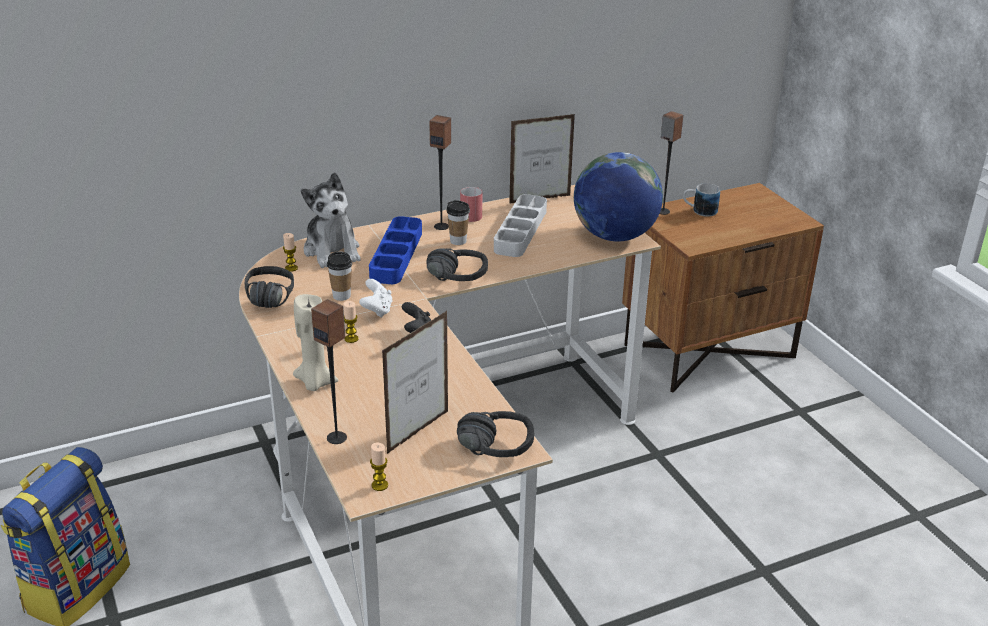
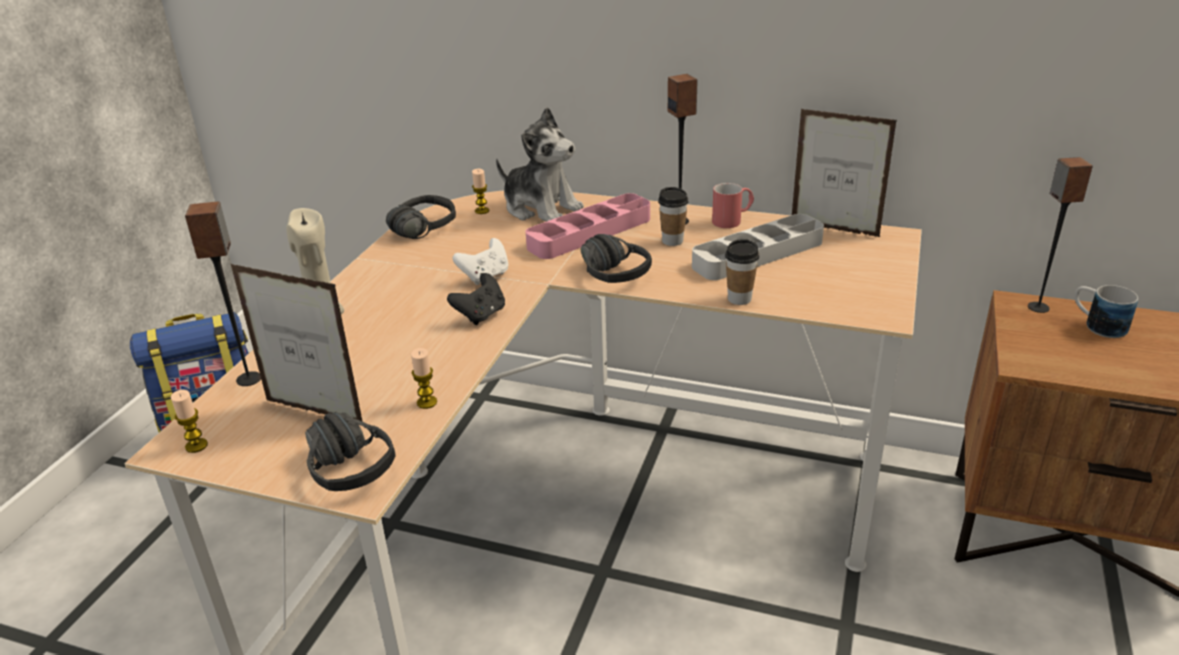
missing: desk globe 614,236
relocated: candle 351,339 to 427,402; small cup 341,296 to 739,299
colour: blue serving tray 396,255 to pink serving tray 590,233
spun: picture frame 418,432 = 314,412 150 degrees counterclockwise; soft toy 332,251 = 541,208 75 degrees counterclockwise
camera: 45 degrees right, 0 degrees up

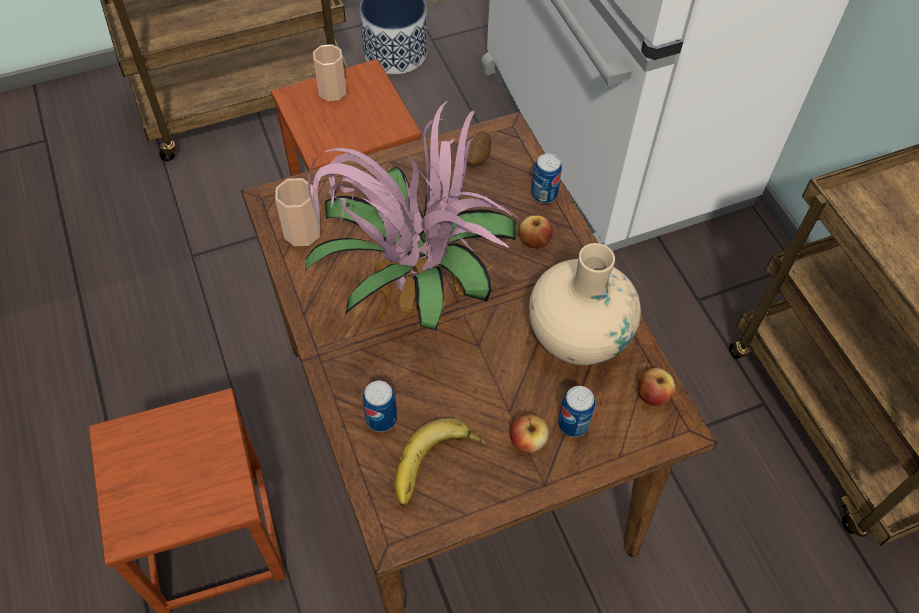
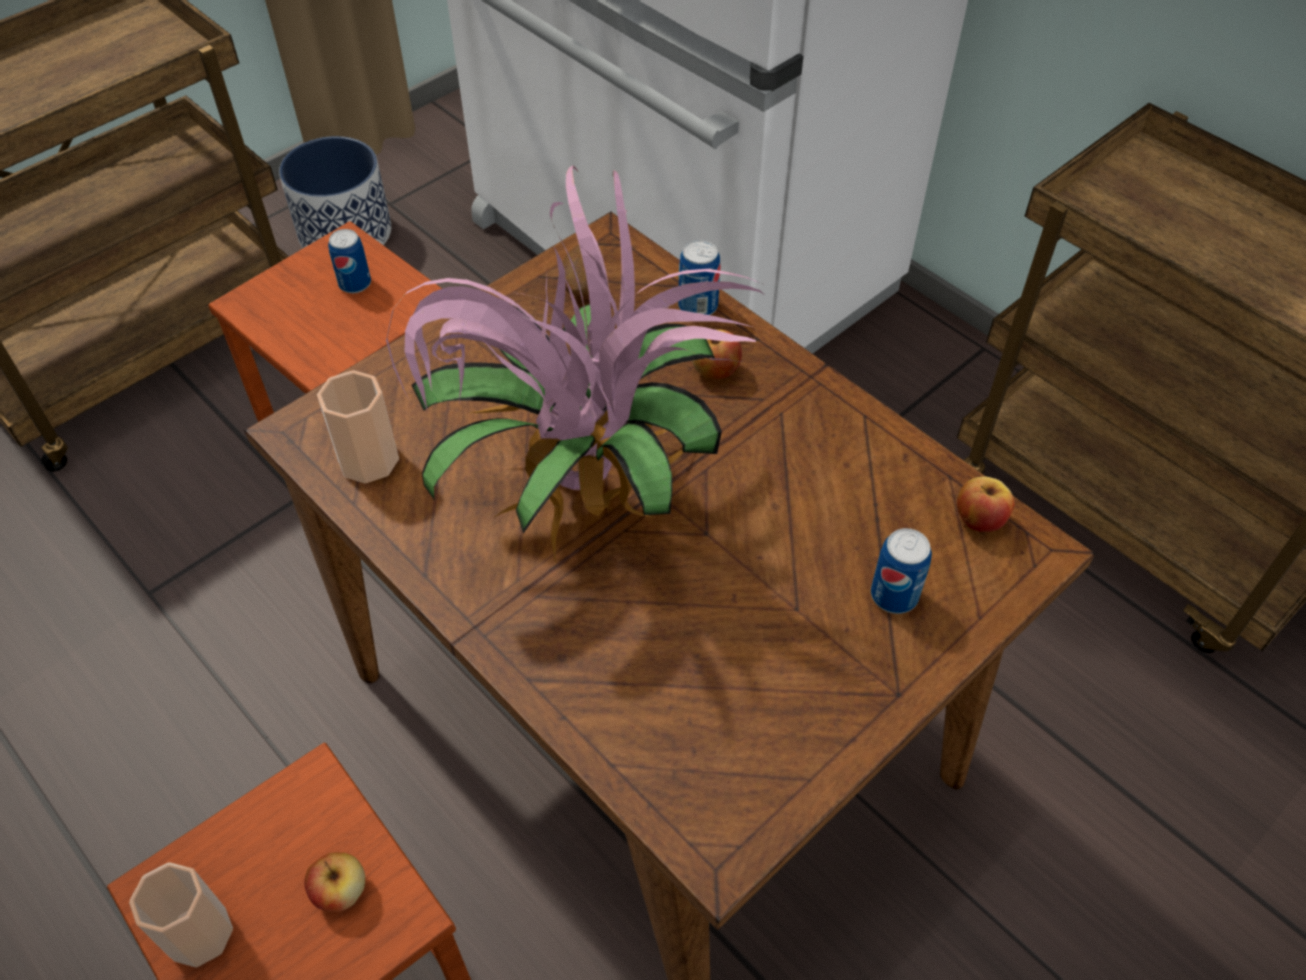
missing: whole banana 437,468; beige-coloured decorative vase 578,335
relocated: small cup 332,91 to 199,934; apple fruit 527,440 to 340,891; sealed can 381,419 to 355,284
camera: 20 degrees left, 5 degrees down

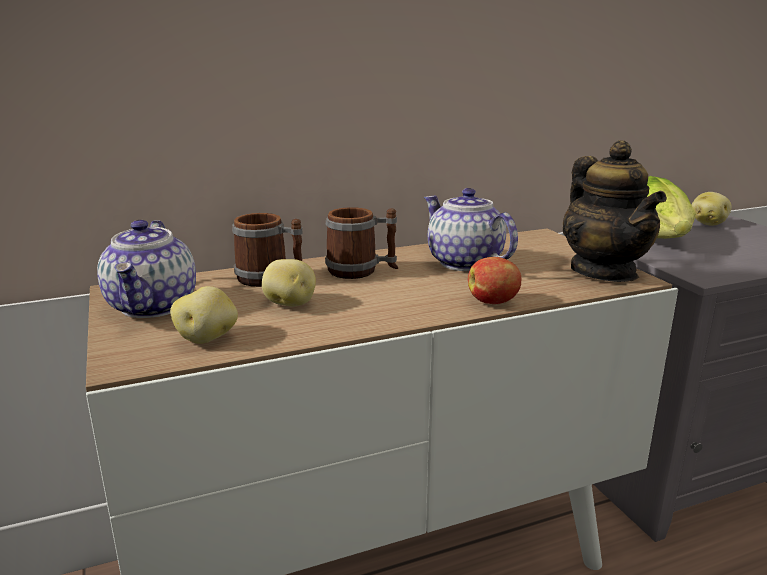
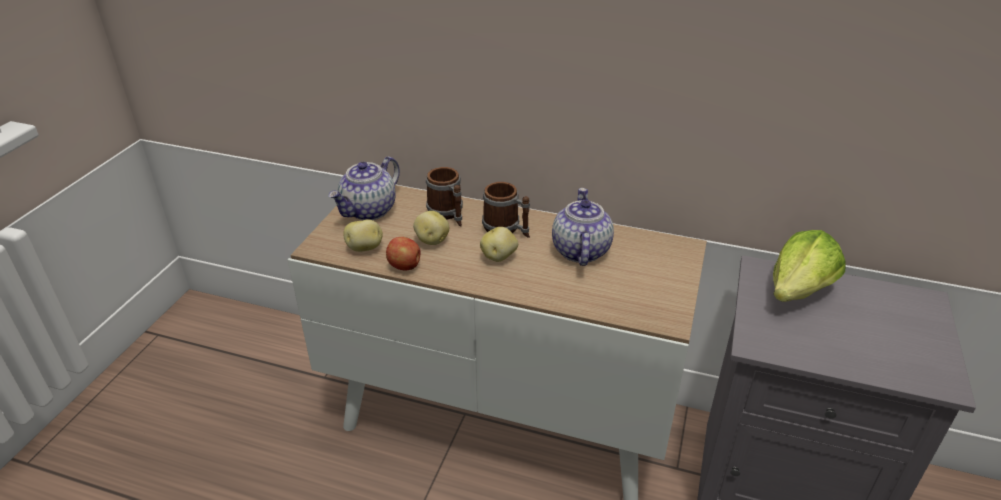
missing: tea pot 604,272
relocated: apple fruit 493,302 to 405,266; whole potato 708,223 to 499,256
camera: 40 degrees right, 15 degrees up

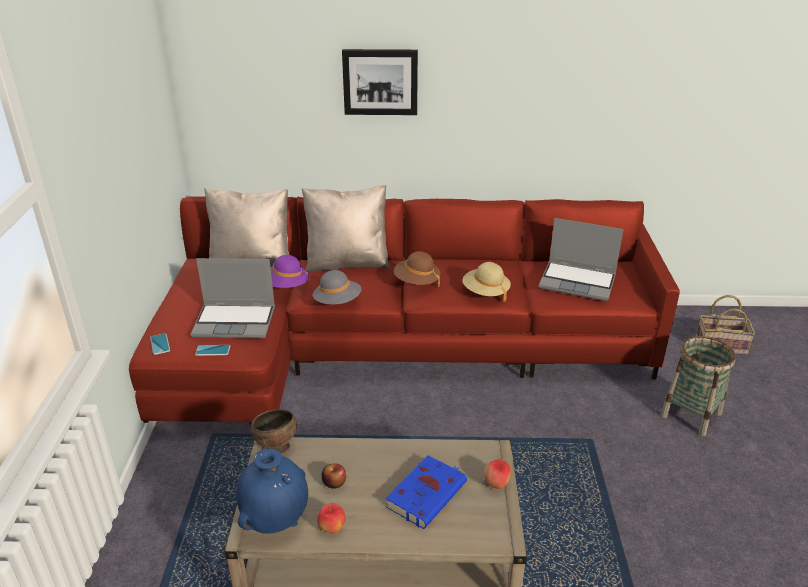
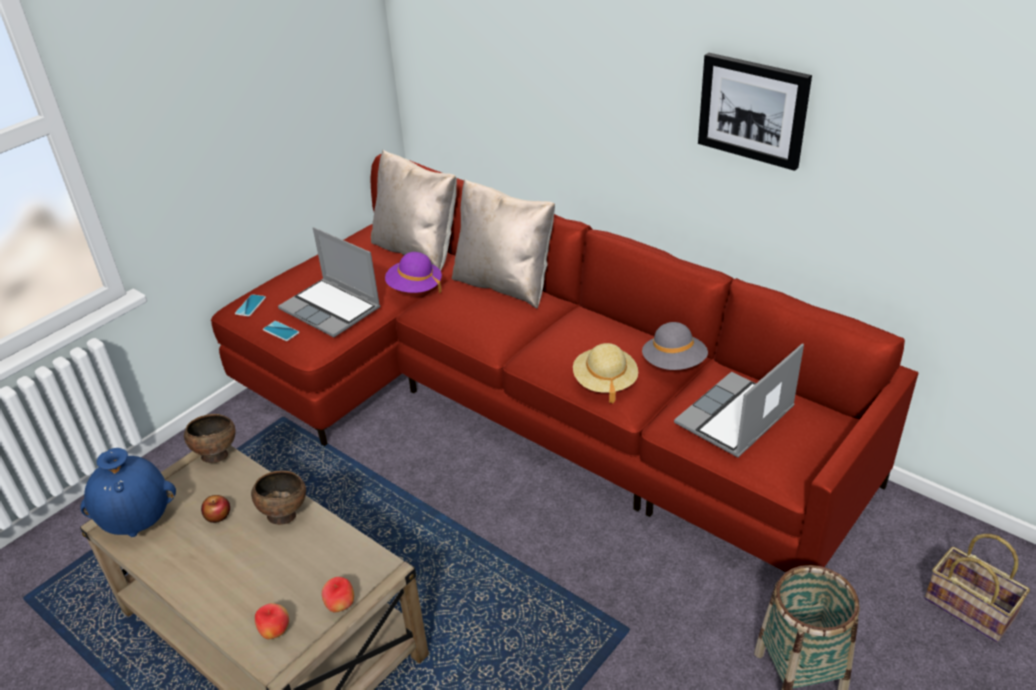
missing: blue book 427,493; brown wearable hat 416,282
appeared: brown bowl 284,515
relocated: apple fruit 332,528 to 275,632; gray wearable hat 337,302 to 674,364; wall art 380,82 to 753,110
spun: laptop 578,282 = 735,418 75 degrees clockwise
camera: 40 degrees right, 5 degrees up

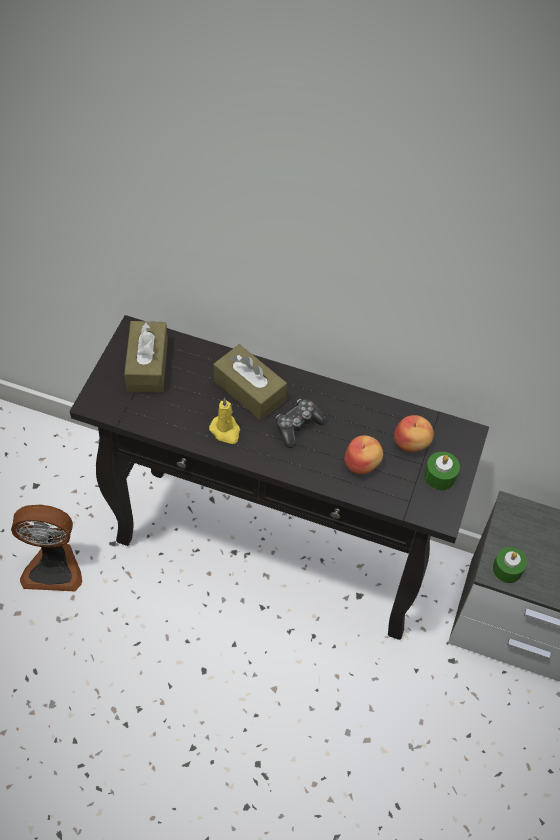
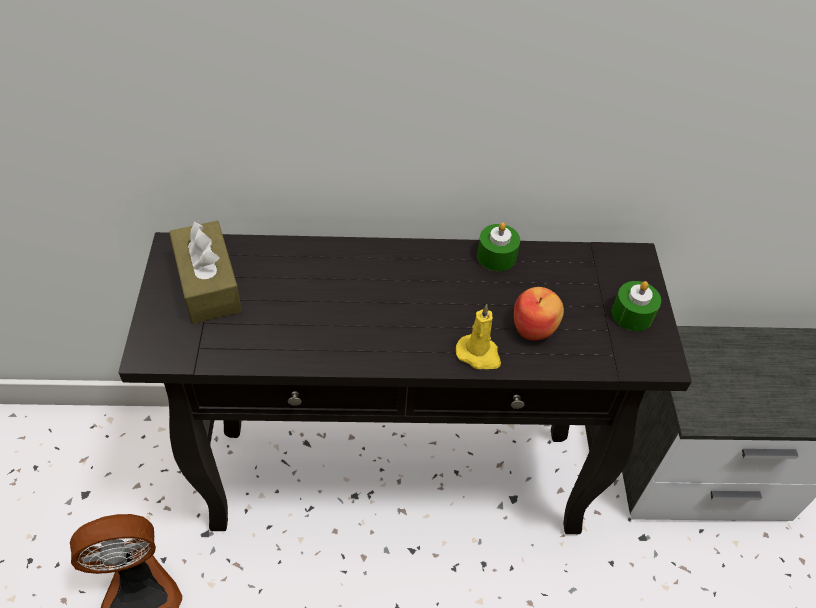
missing: brown tissue holder 249,390; joypad 298,426; apple fruit 411,444
relocated: yellow candle 226,431 to 479,354; greenish candle 507,569 to 496,256
camera: 20 degrees left, 5 degrees down

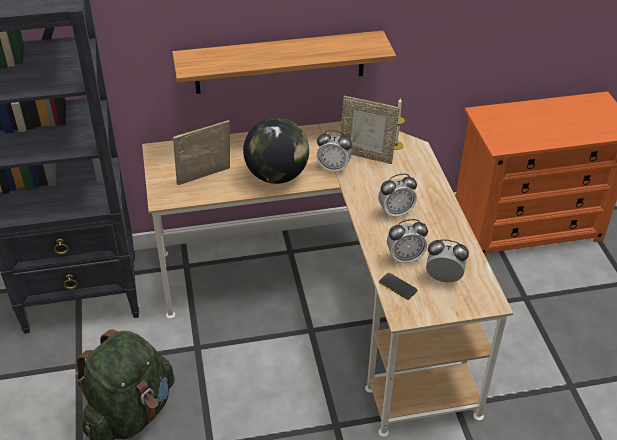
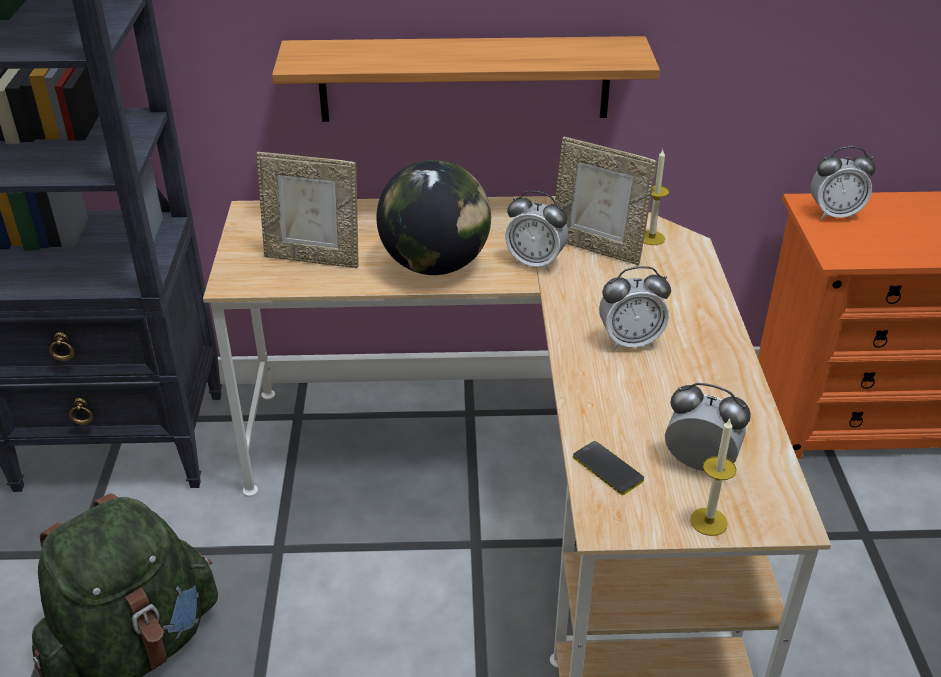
appeared: candle 708,521
relocated: bedside clock 405,258 to 834,214
spun: picture frame 205,178 = 313,258 150 degrees counterclockwise
camera: 10 degrees right, 5 degrees down

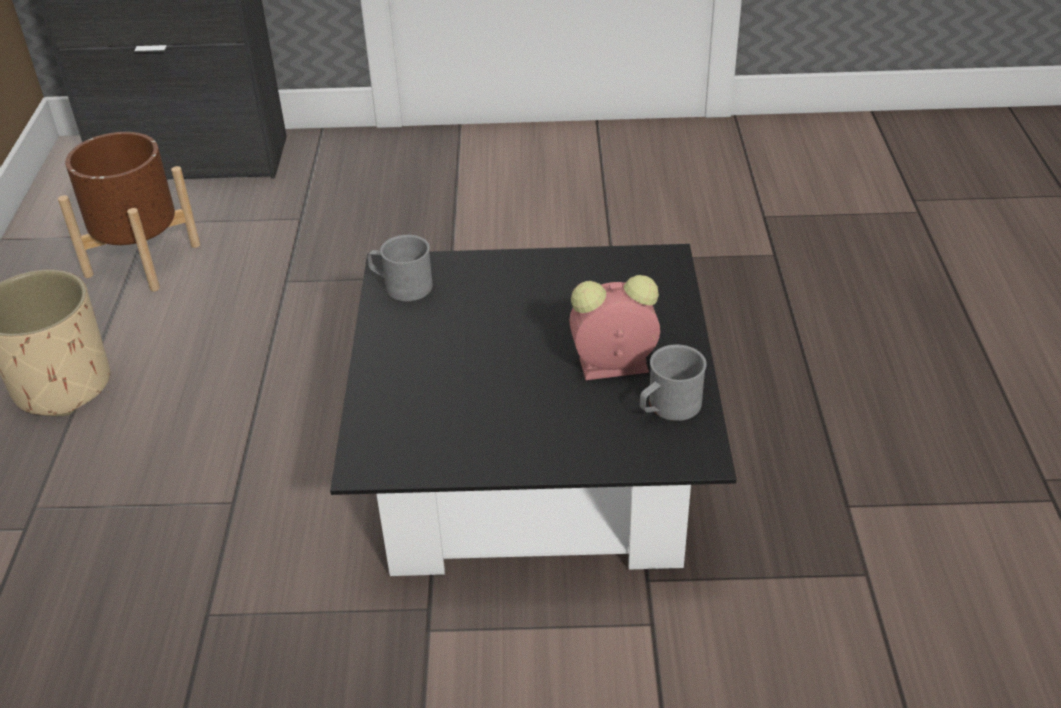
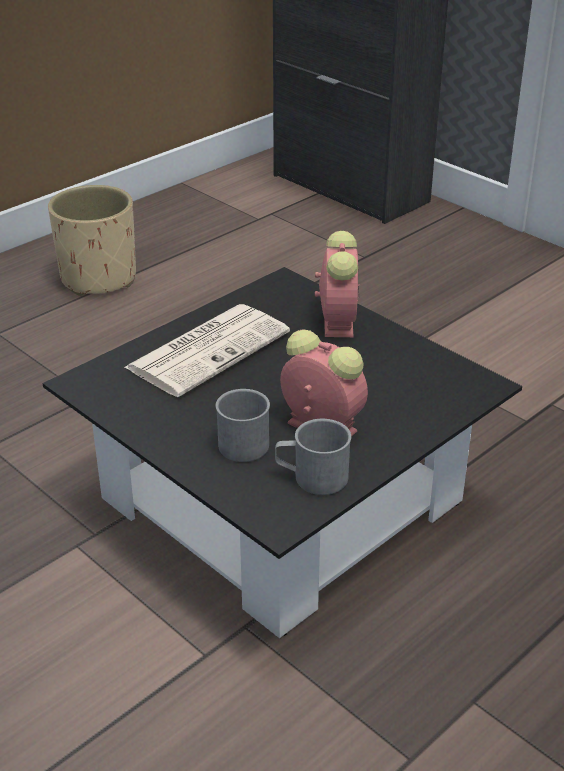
missing: brown flower pot 143,260
appeared: newspaper 209,349; bedside clock 337,320
relocated: gray tea mug 401,286 to 240,441
camera: 45 degrees right, 5 degrees down

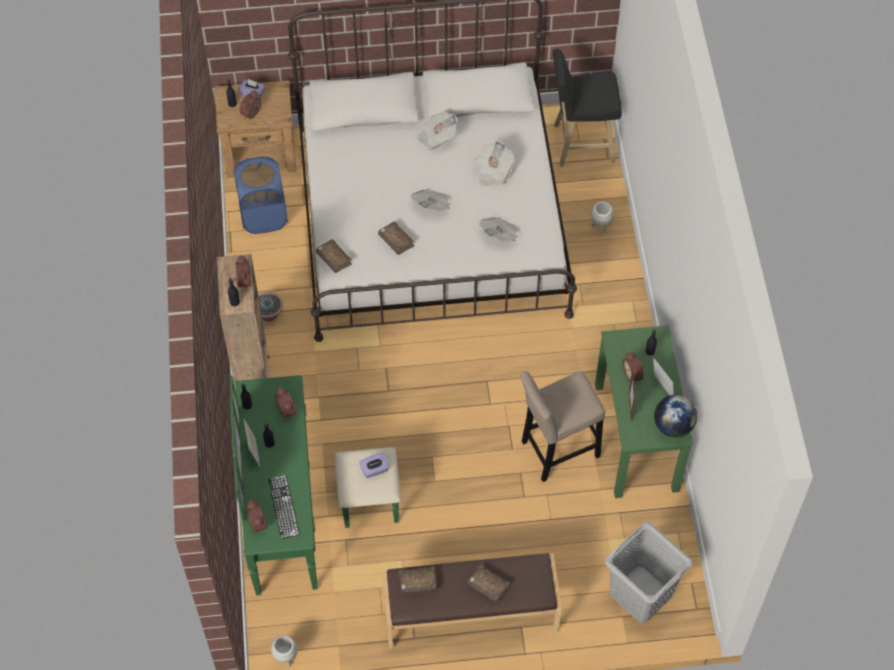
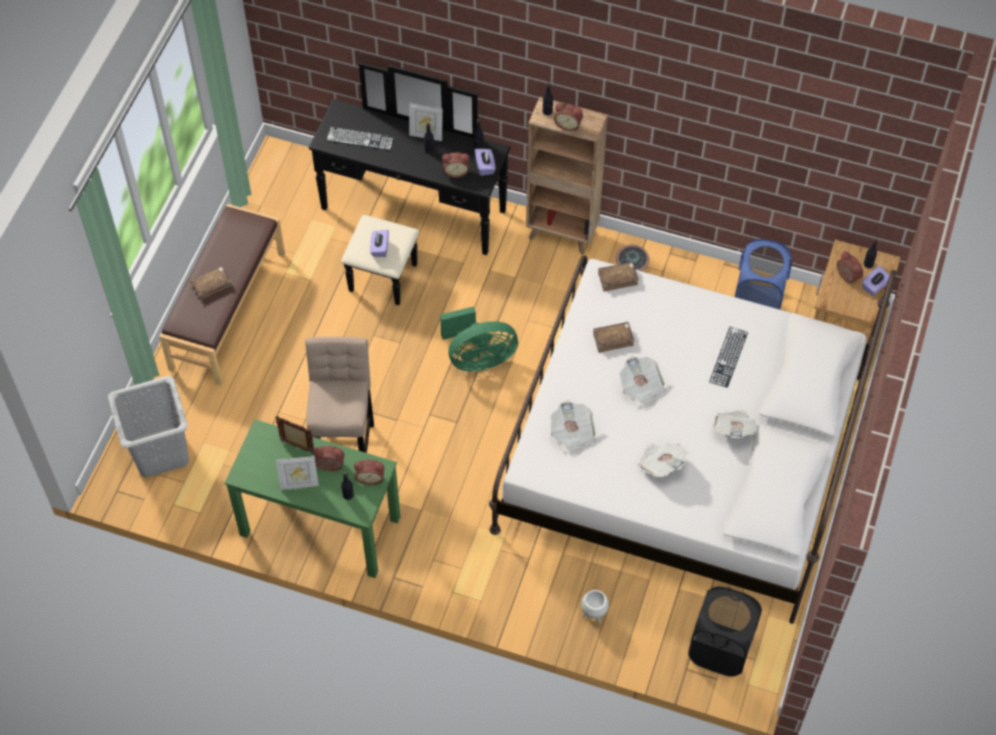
missing: white flower pot 286,658; brown book 418,583; desk globe 673,426
appeared: greenish electric fan 478,358; purple tissue holder 485,167; computer keyboard 728,357
relocated: bedside clock 256,524 to 370,477
exchanged: black-coloured stool 580,144 to black-coloured laundry basket 720,649
colour: greenish dresser 302,507 to black-coloured dresser 407,225
camera: 115 degrees right, 0 degrees up

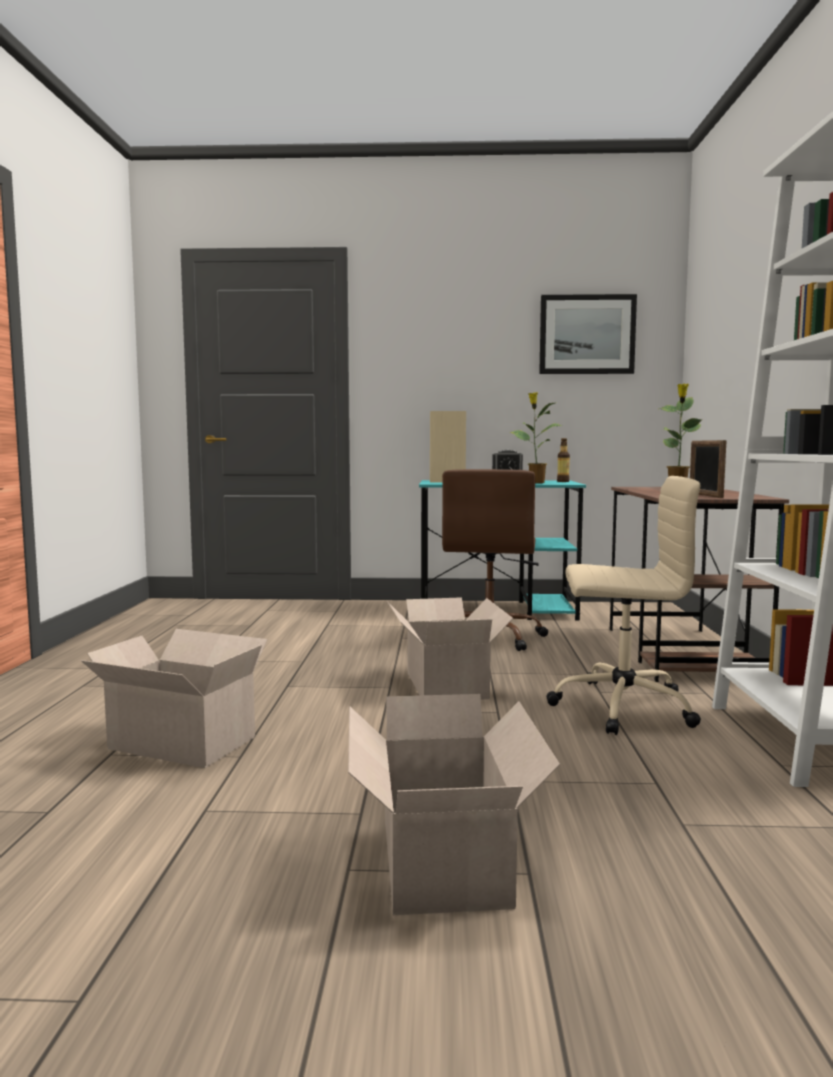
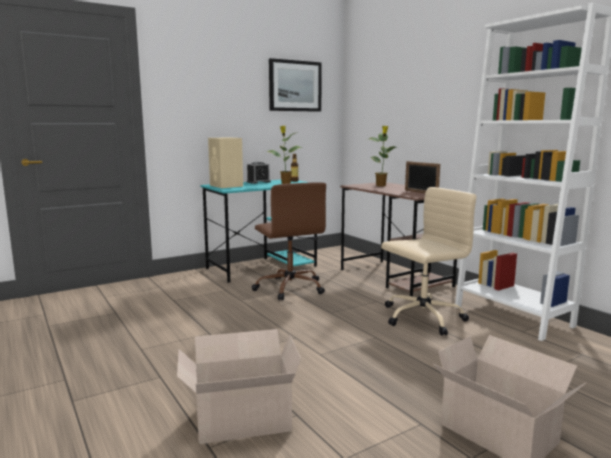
missing: cardboard box 446,684
camera: 35 degrees left, 5 degrees up

